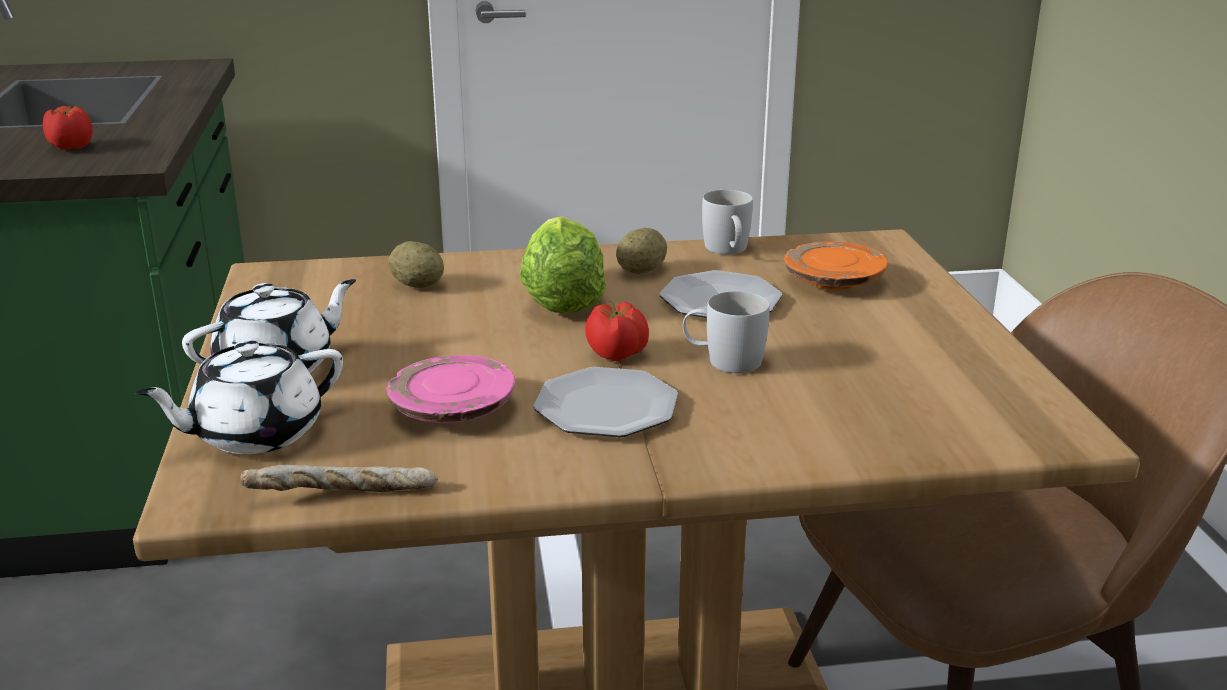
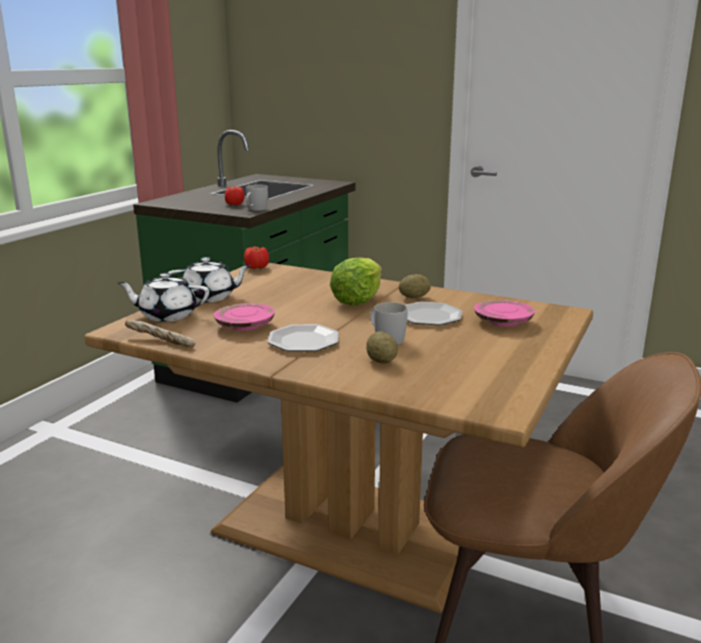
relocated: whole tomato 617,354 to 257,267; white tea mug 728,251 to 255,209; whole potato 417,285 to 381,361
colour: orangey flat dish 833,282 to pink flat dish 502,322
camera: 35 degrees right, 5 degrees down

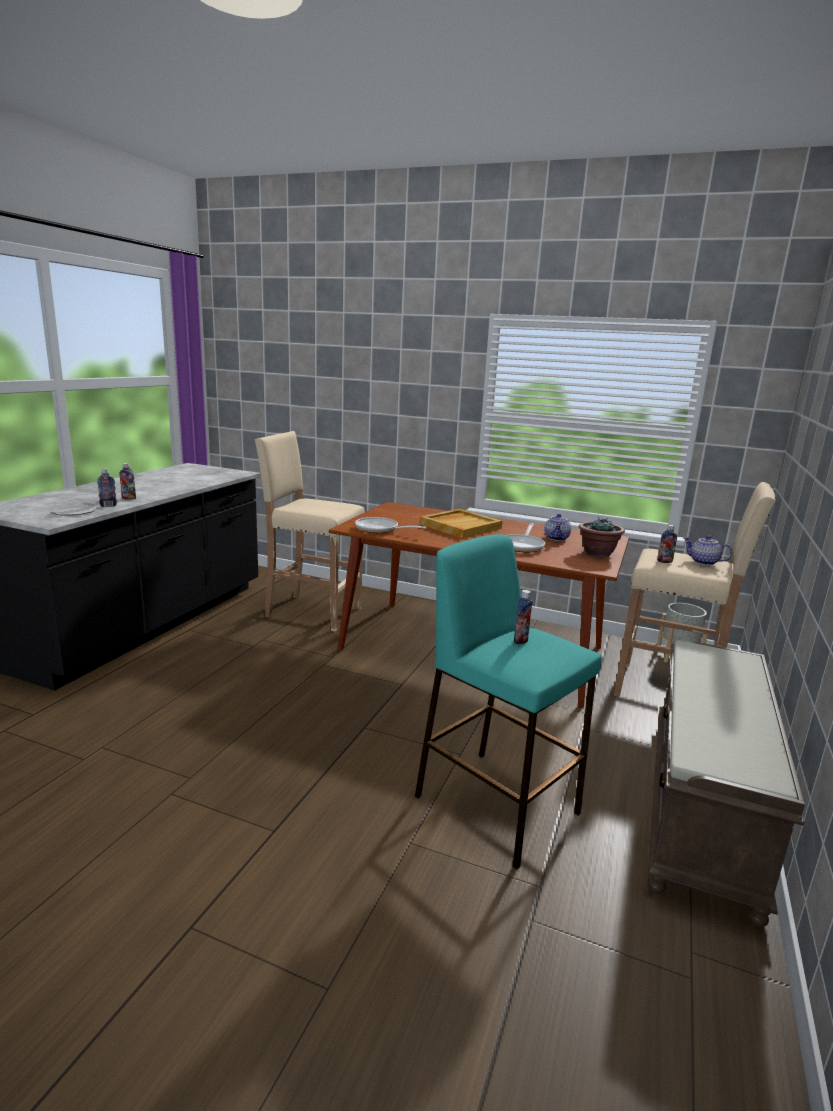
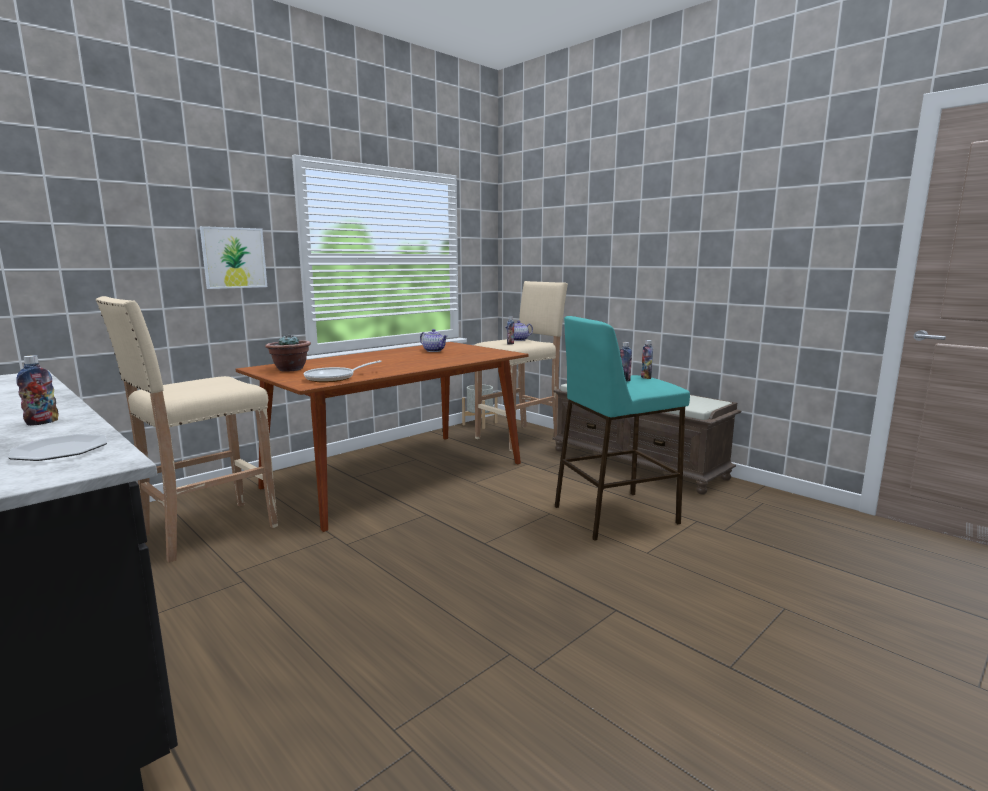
missing: beige-coloured serving tray 460,526; skillet 522,546
appeared: wall art 234,258
relocated: plant in a pot 597,553 to 290,369; bottle 108,506 to 646,377
camera: 65 degrees left, 5 degrees down

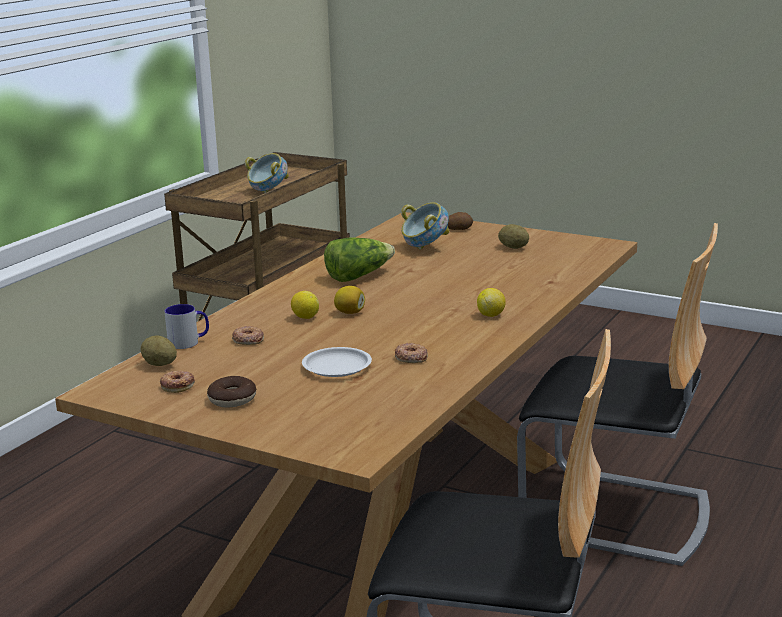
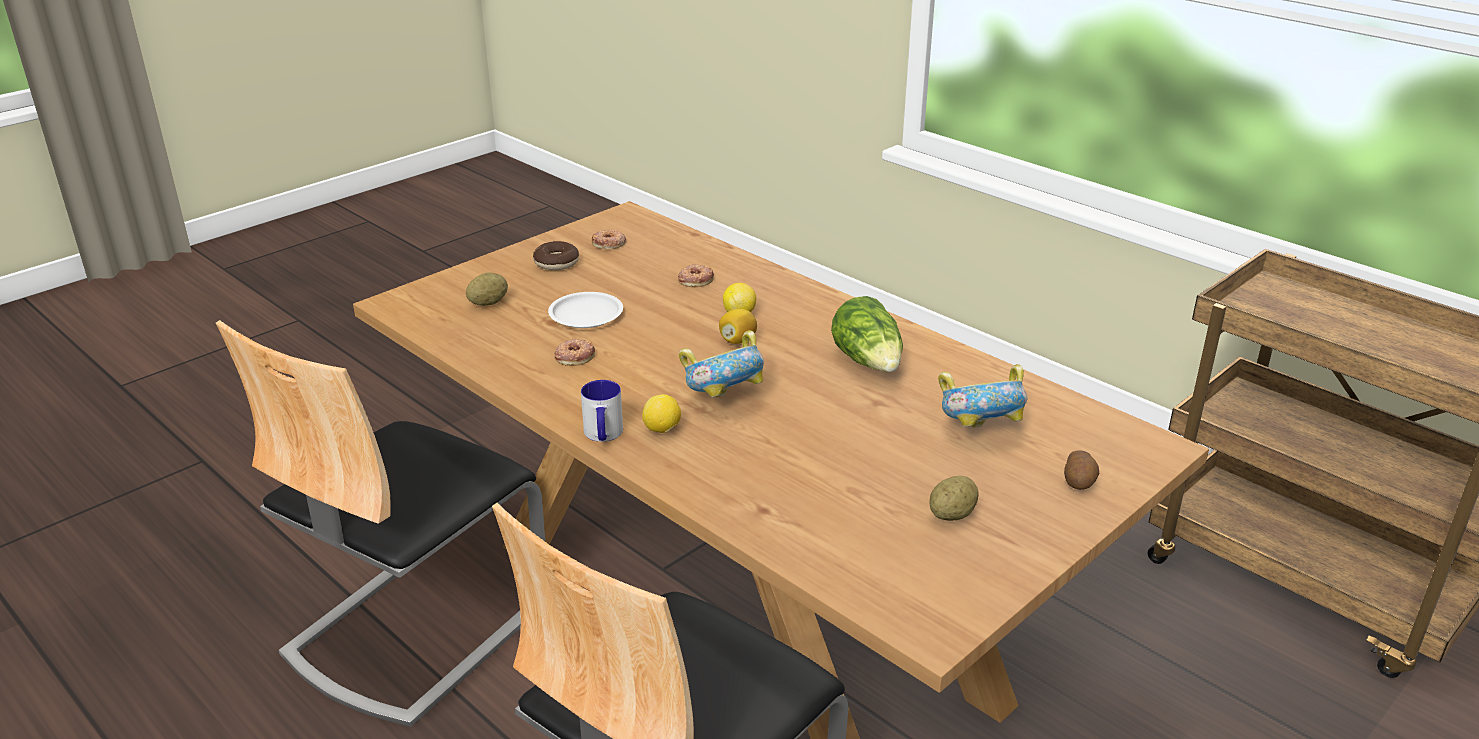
relocated: whole potato 160,364 to 488,303; tea mug 189,342 to 603,435; bowl 268,192 to 724,400
camera: 105 degrees right, 10 degrees up

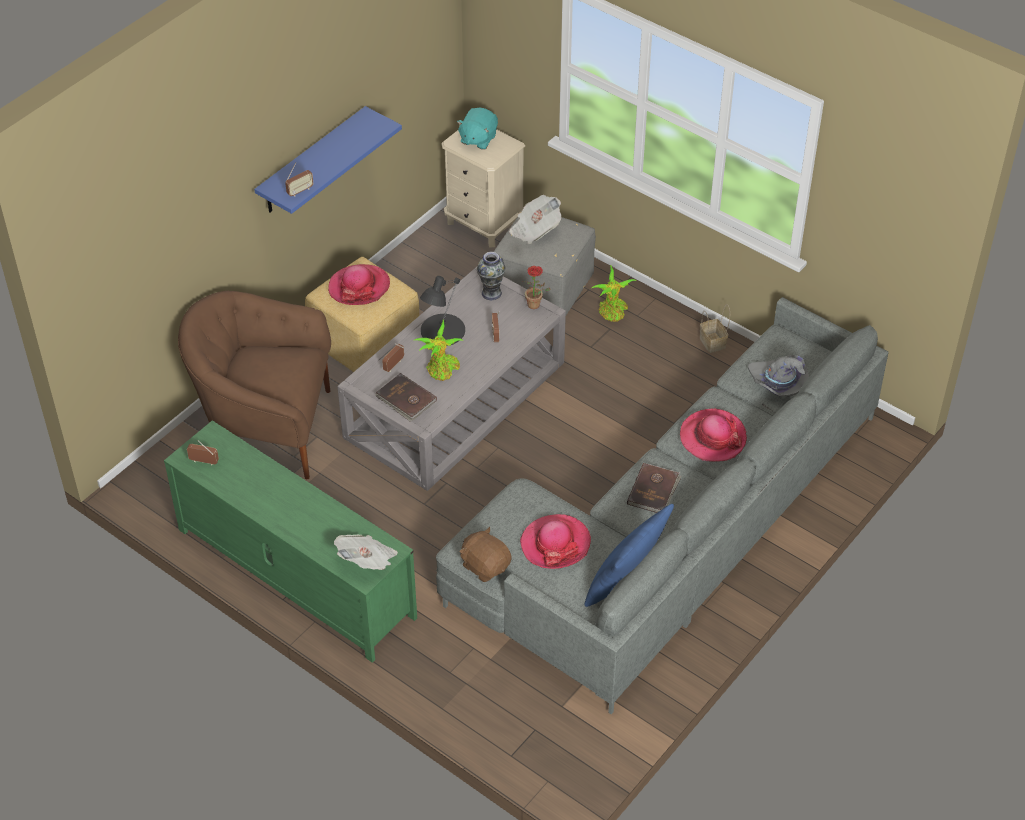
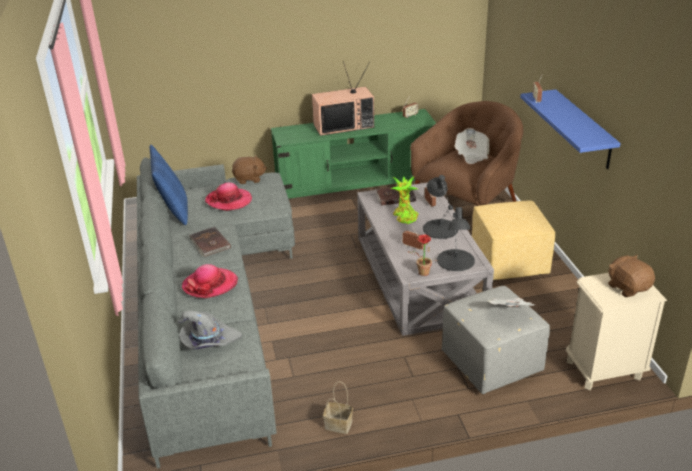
missing: wearable hat 359,287; plant in a pot 612,313
appeared: television 344,125
relocated: newspaper 367,561 to 471,155
exchanged: decorative vase 491,293 to black-coloured table lamp 455,260
colour: turquoise-coloured soft toy 478,139 to brown soft toy 628,287
camera: 130 degrees right, 15 degrees down

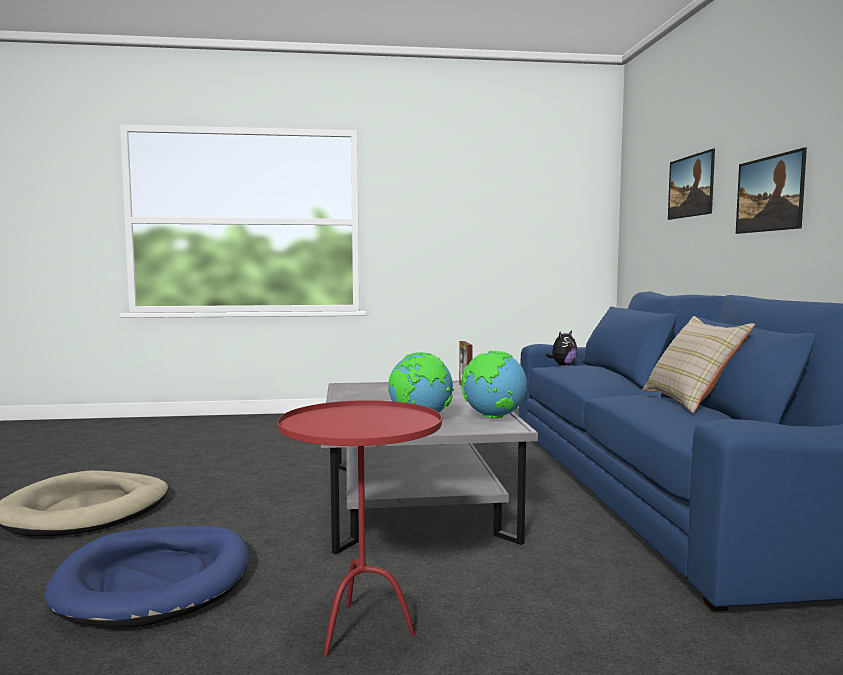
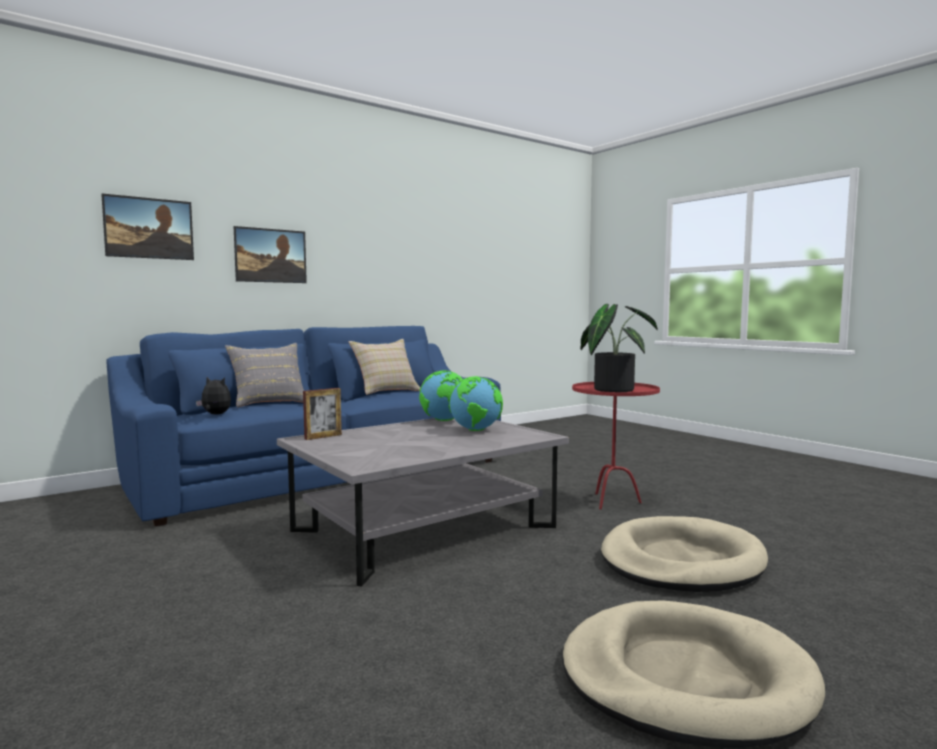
appeared: gray pillow 269,403; plant in a pot 613,389
colour: blue dog bed 155,581 to beige-coloured dog bed 681,561
camera: 120 degrees left, 0 degrees up

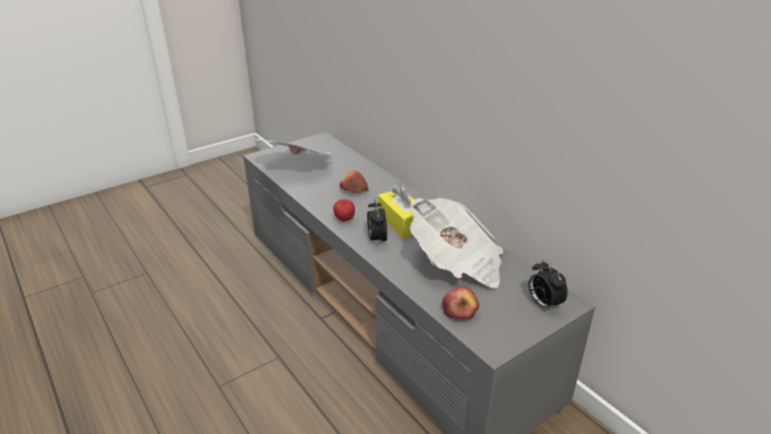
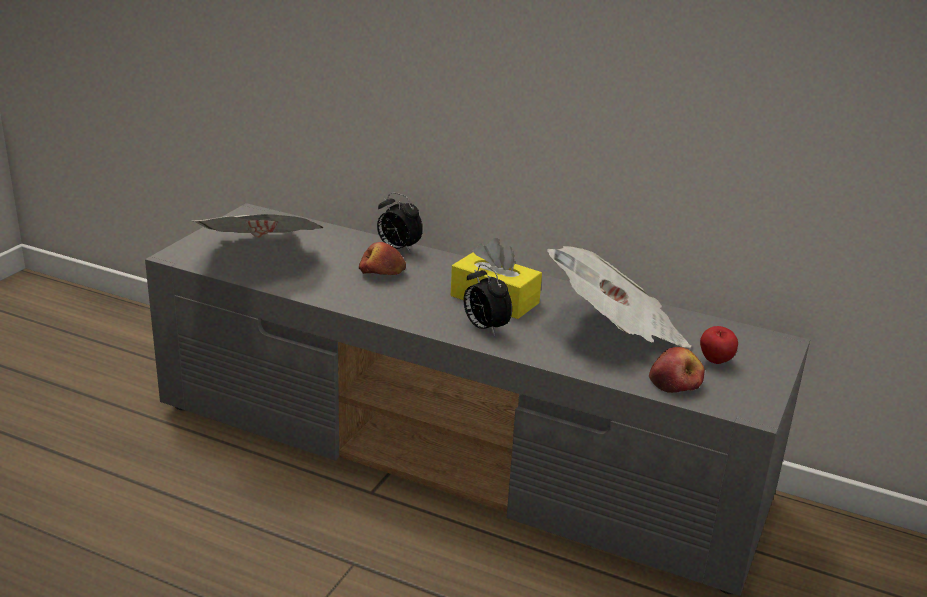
relocated: bedside clock 543,304 to 397,249; apple fruit 344,220 to 715,362
camera: 30 degrees left, 5 degrees down

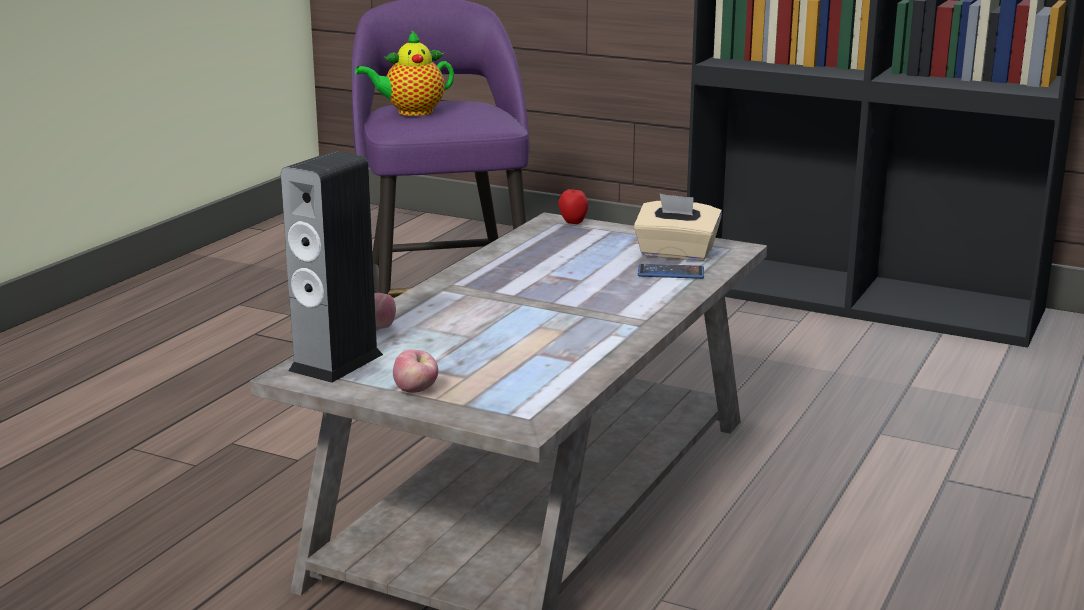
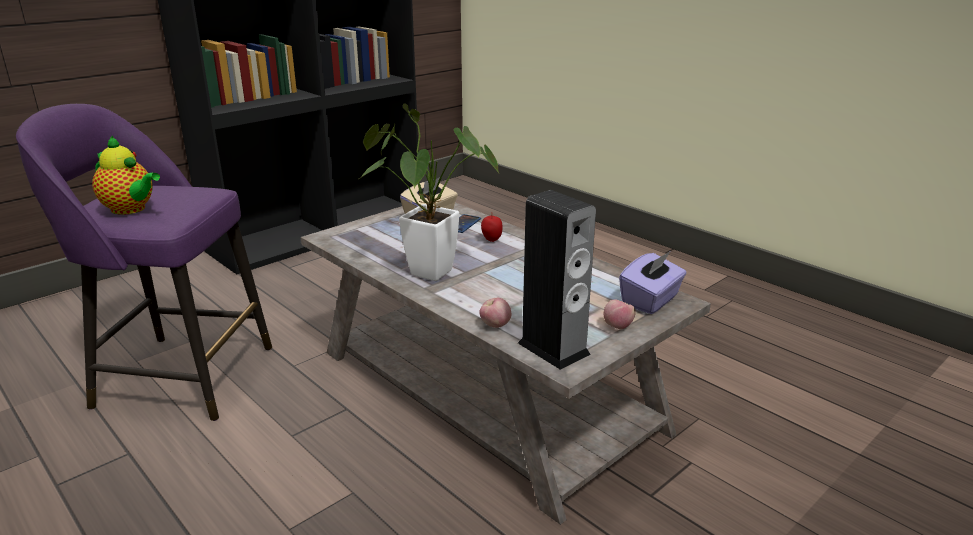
appeared: plant in a pot 423,270; purple tissue holder 651,300
relocated: apple fruit 573,222 to 491,240
spun: tea pot 411,112 = 131,209 60 degrees counterclockwise
camera: 70 degrees left, 5 degrees up

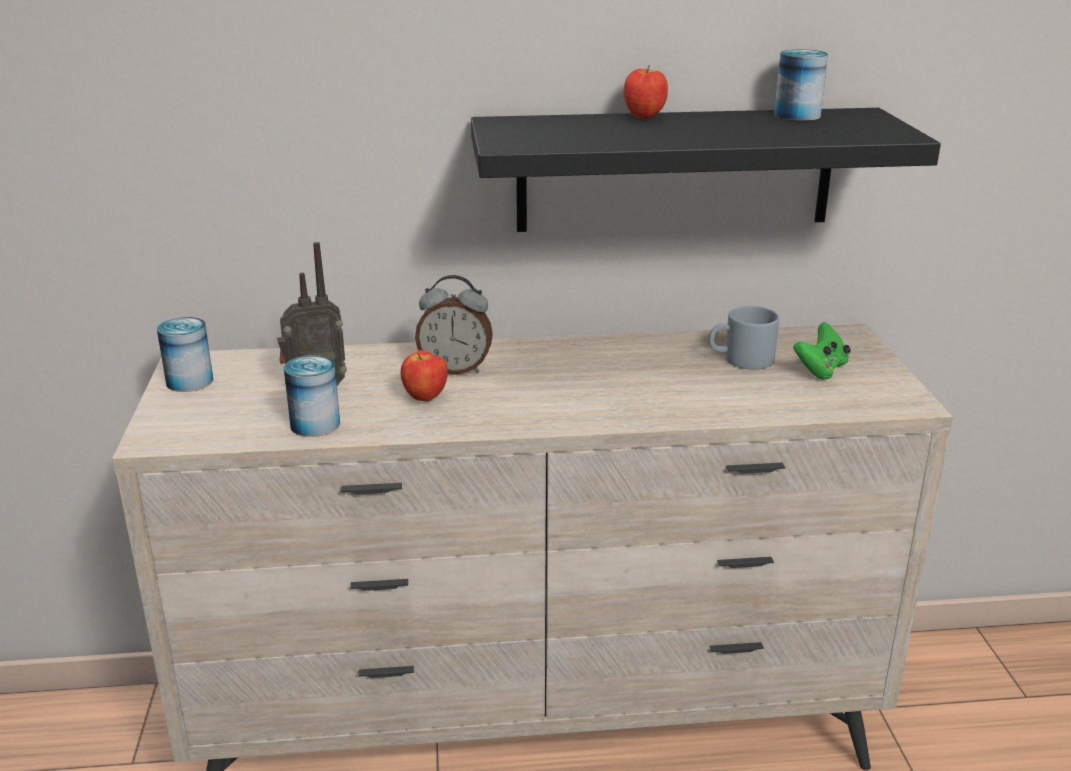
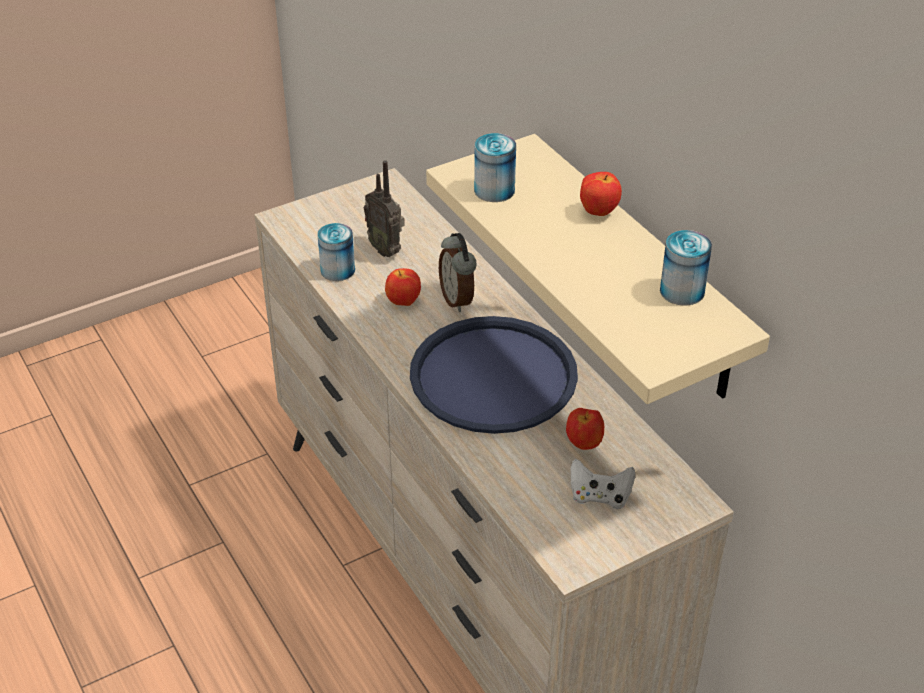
appeared: blue serving tray 493,376
relocated: sealed can 189,381 to 494,190
exchanged: gray tea mug 740,360 to apple fruit 584,444
colour: black-coloured bracket shelf 675,170 to beige-coloured bracket shelf 637,268; greenish joypad 821,370 to white joypad 600,497
camera: 65 degrees right, 15 degrees up

